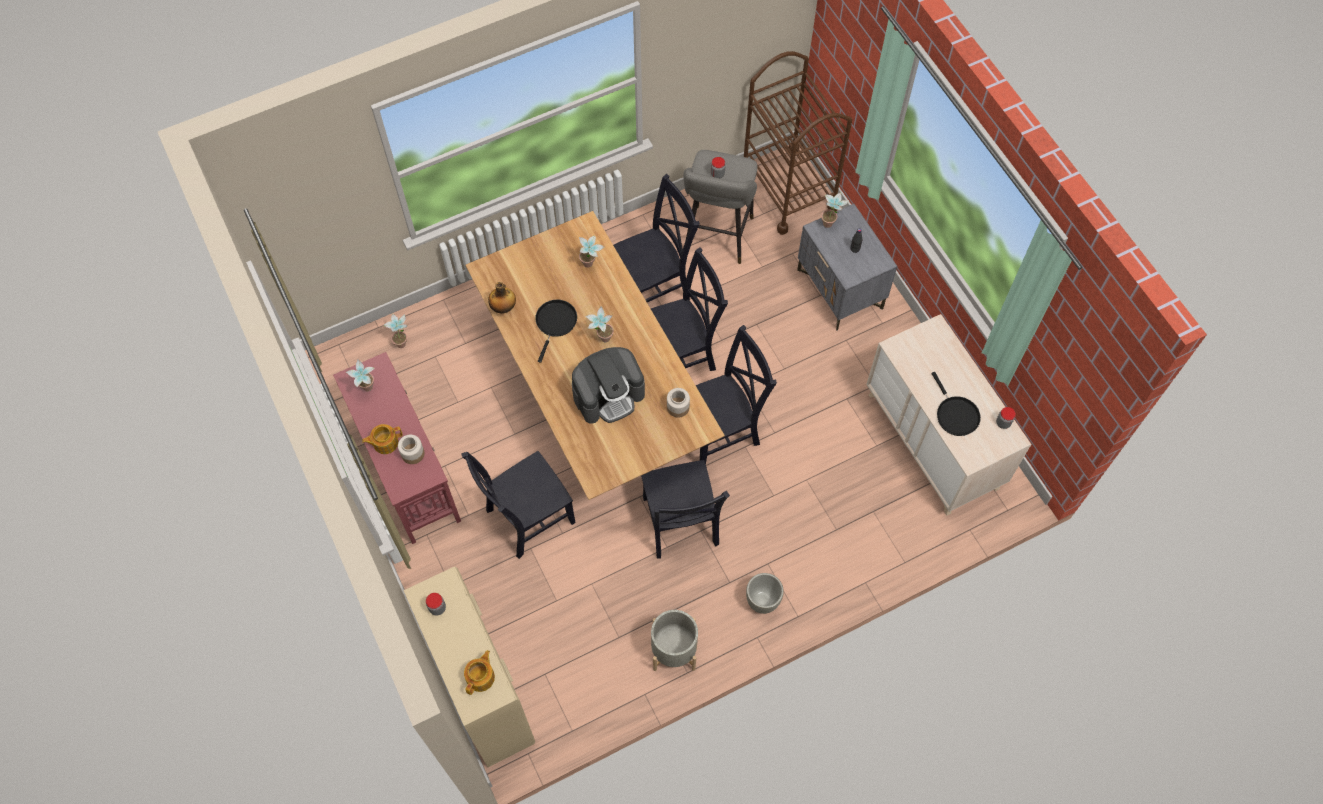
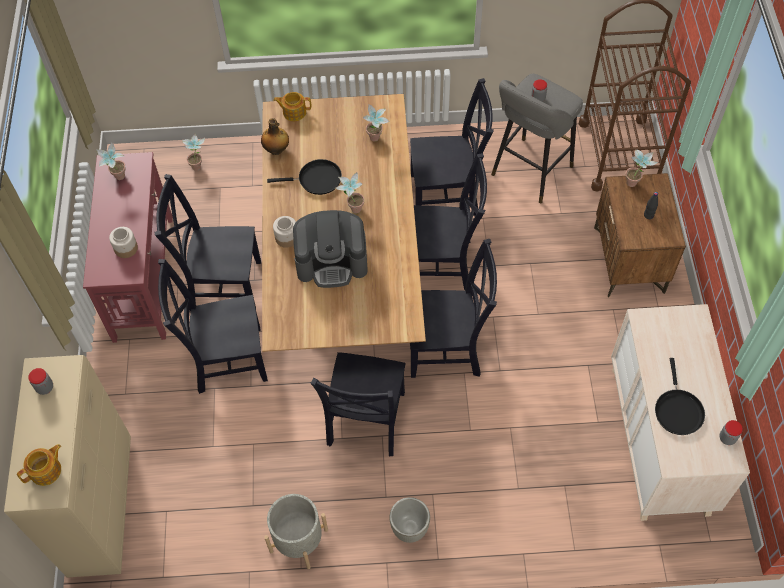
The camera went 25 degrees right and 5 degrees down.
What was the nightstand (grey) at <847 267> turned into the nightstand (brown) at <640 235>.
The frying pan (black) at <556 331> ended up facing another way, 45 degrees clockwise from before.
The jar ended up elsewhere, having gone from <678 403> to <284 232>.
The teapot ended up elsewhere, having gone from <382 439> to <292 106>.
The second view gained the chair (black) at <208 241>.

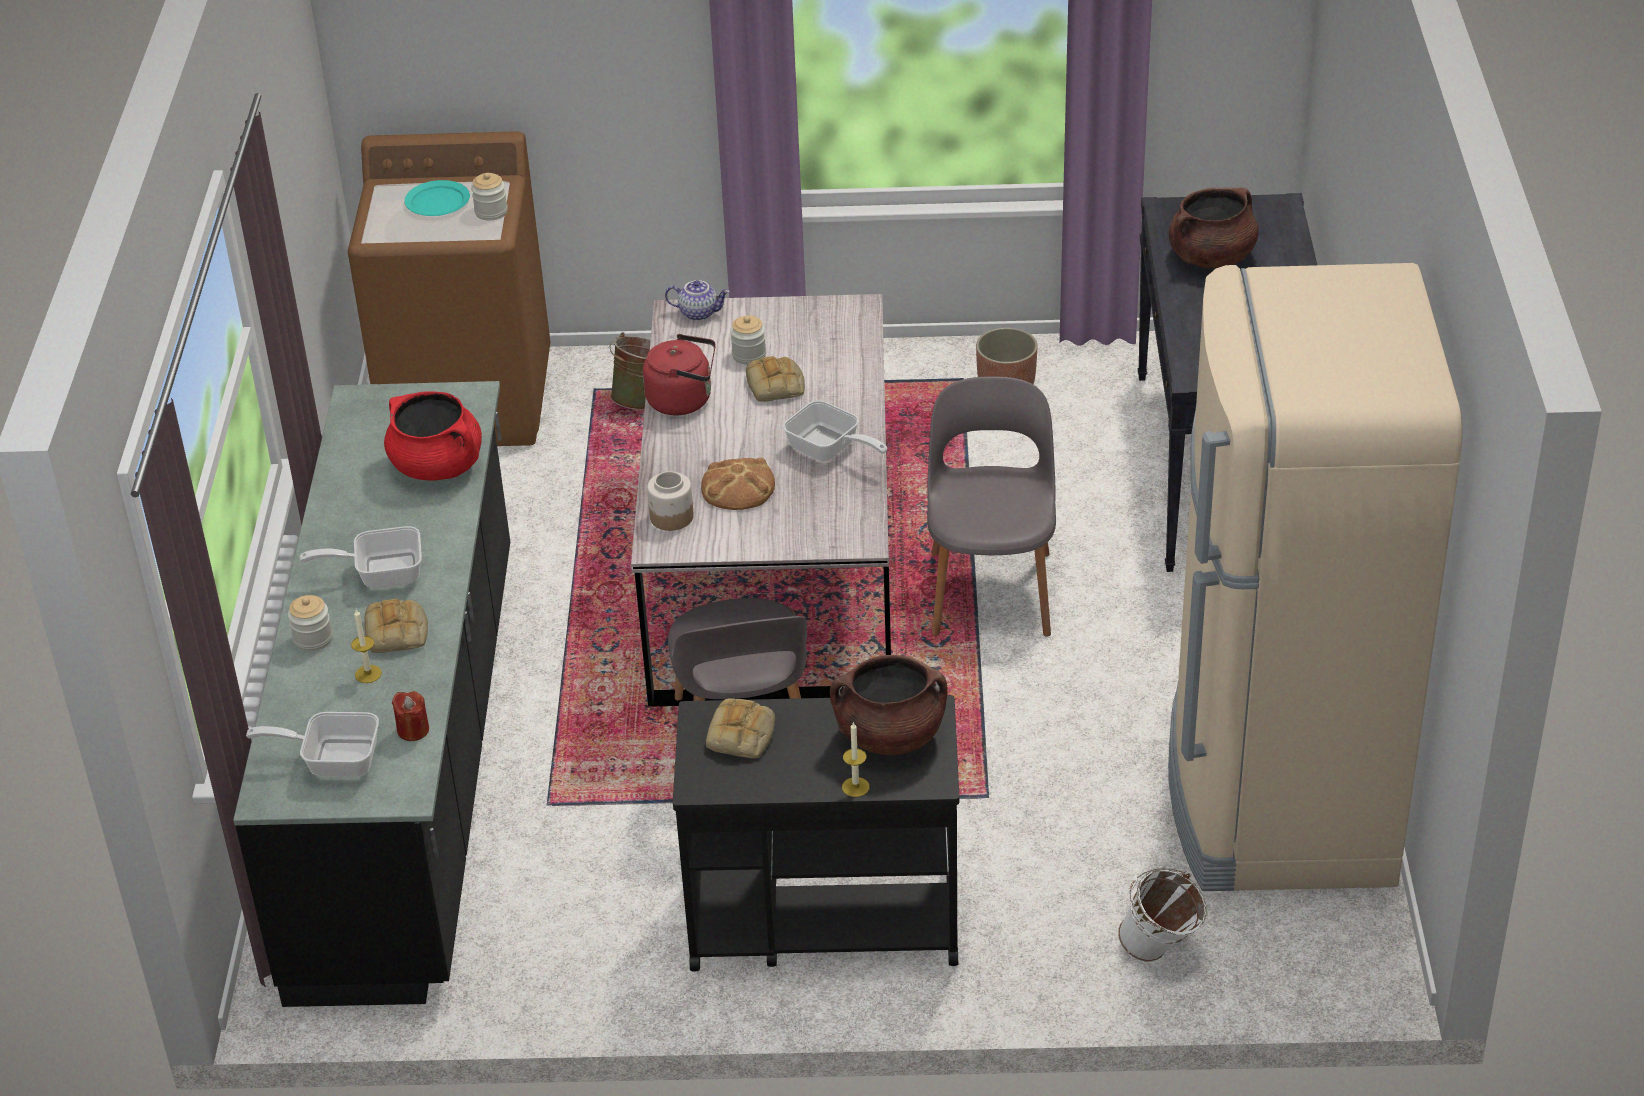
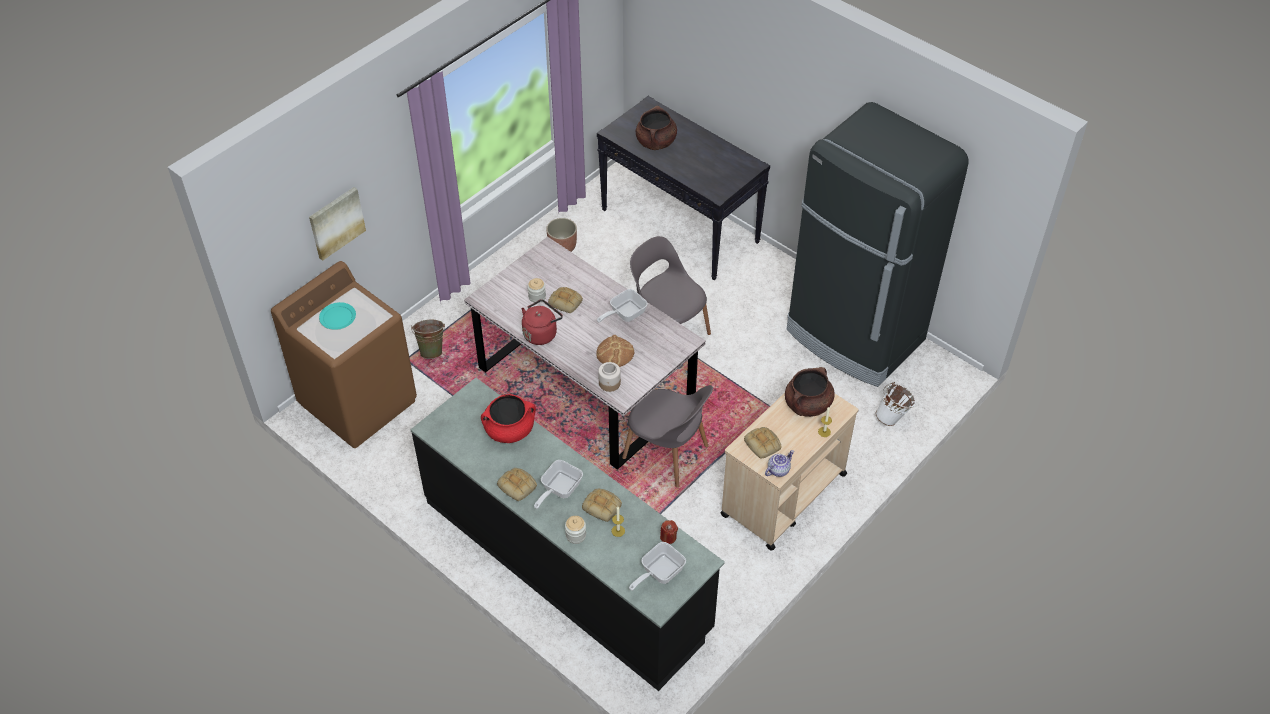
The camera went 50 degrees left and 10 degrees up.
The second view lost the jar at <489 196>.
What was the fridge (beige) at <1315 577> turned into the fridge (black) at <877 244>.
The teapot ended up elsewhere, having gone from <697 300> to <779 463>.
The frying pan at <835 431> ended up facing another way, 150 degrees clockwise from before.
What was the cart (black) at <816 833> turned into the cart (beige) at <789 472>.
The second view gained the picture at <337 224>.
The second view gained the bread at <517 484>.

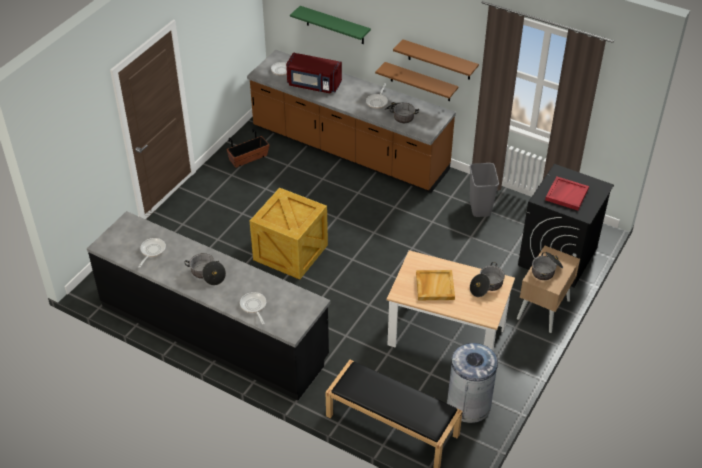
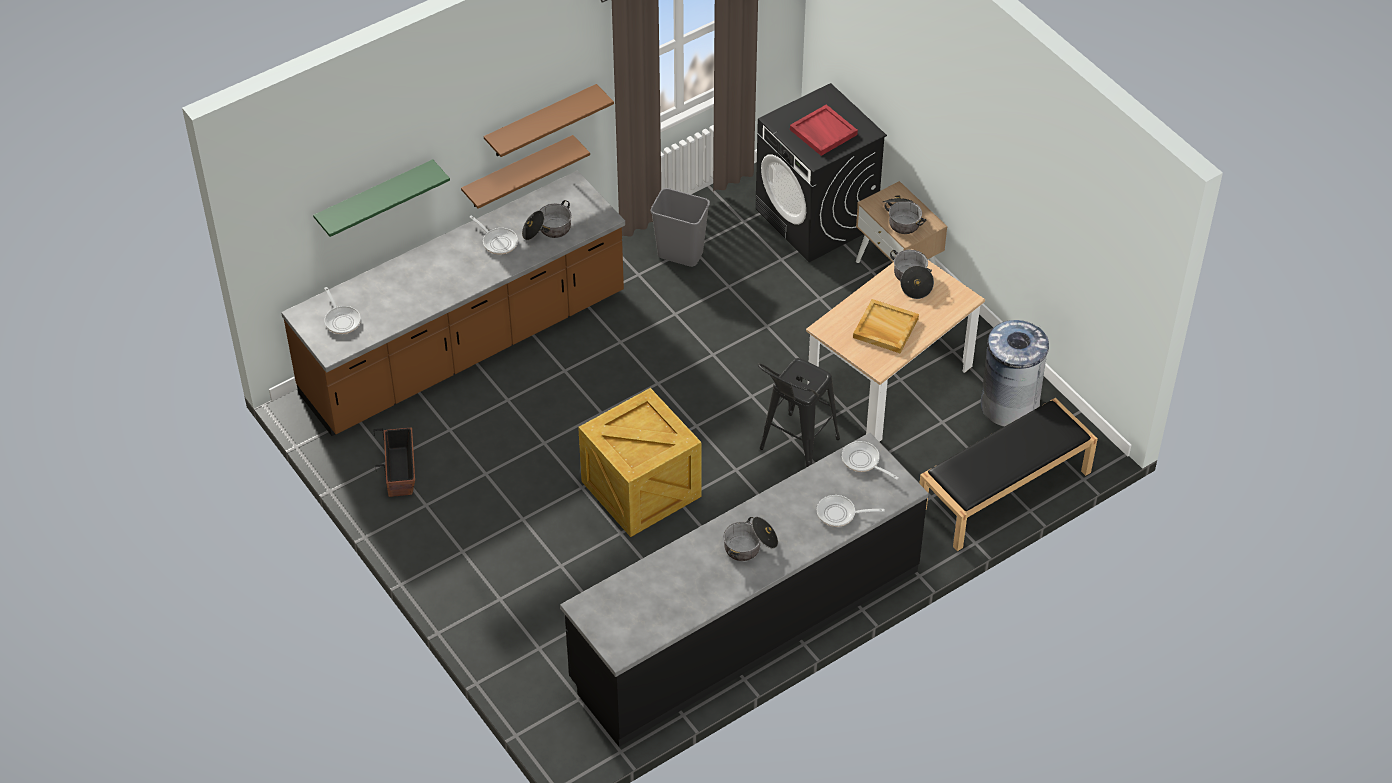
The camera went 65 degrees left and 5 degrees up.
The second view lost the microwave (red) at <314 73>.
The frying pan ended up elsewhere, having gone from <152 253> to <870 460>.
The second view gained the stool (black) at <798 412>.

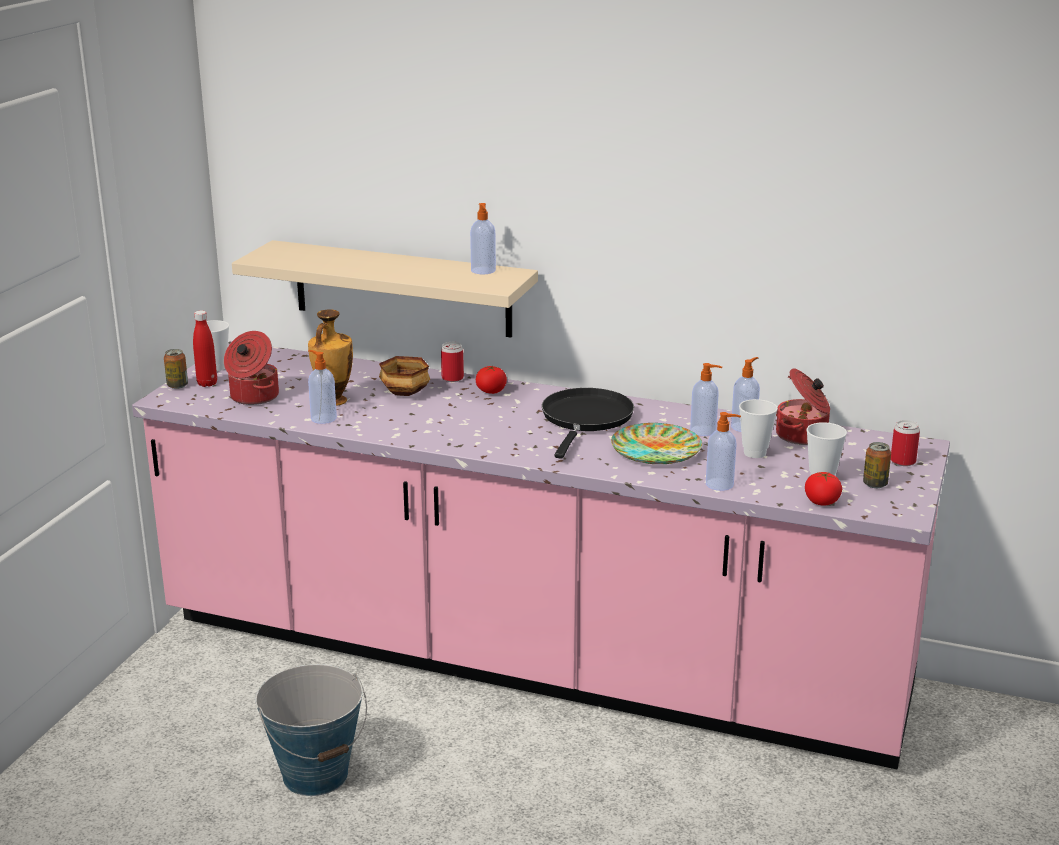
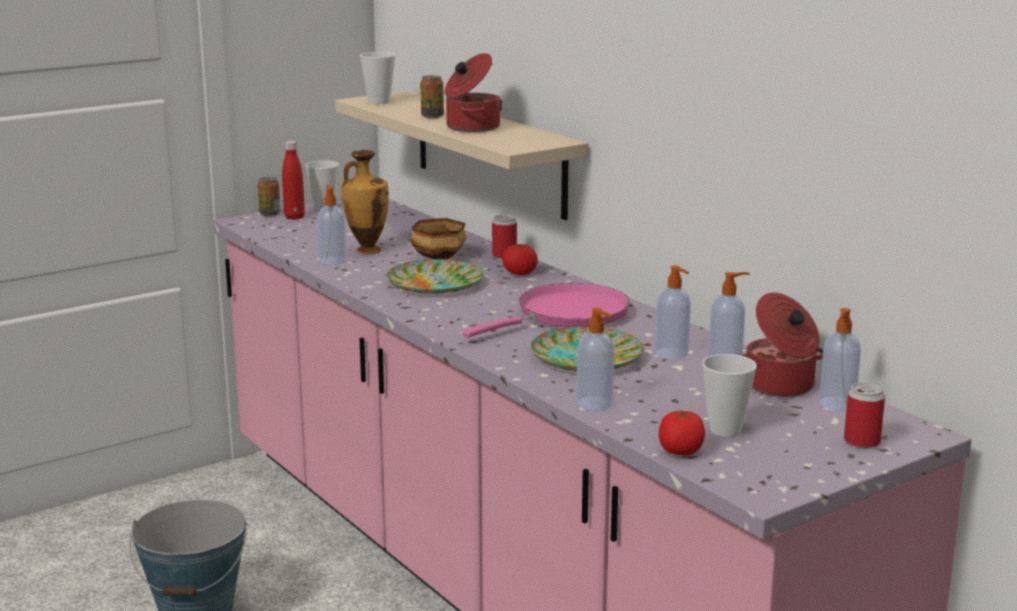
The camera went 35 degrees right and 5 degrees down.
The soap dispenser ended up elsewhere, having gone from <483 238> to <840 359>.
The cooking pot ended up elsewhere, having gone from <251 368> to <474 92>.
What was the frying pan (black) at <588 423> turned into the frying pan (pink) at <546 310>.
The cup ended up elsewhere, having gone from <758 428> to <378 78>.
The can ended up elsewhere, having gone from <877 465> to <432 96>.
The second view gained the plate at <435 276>.

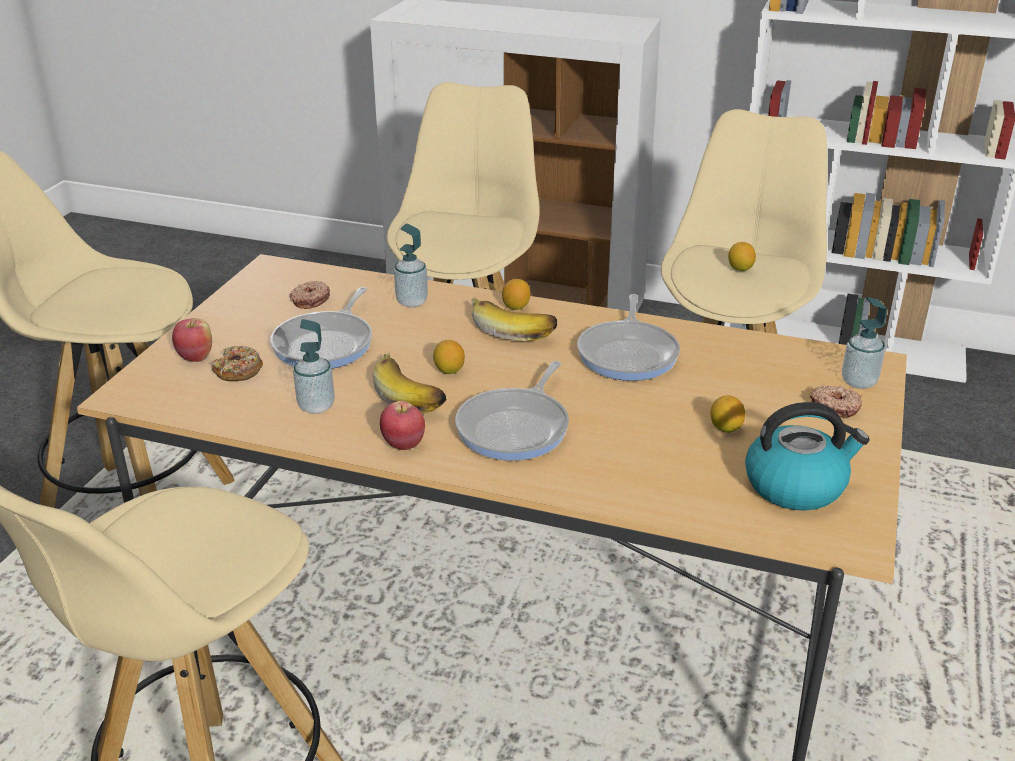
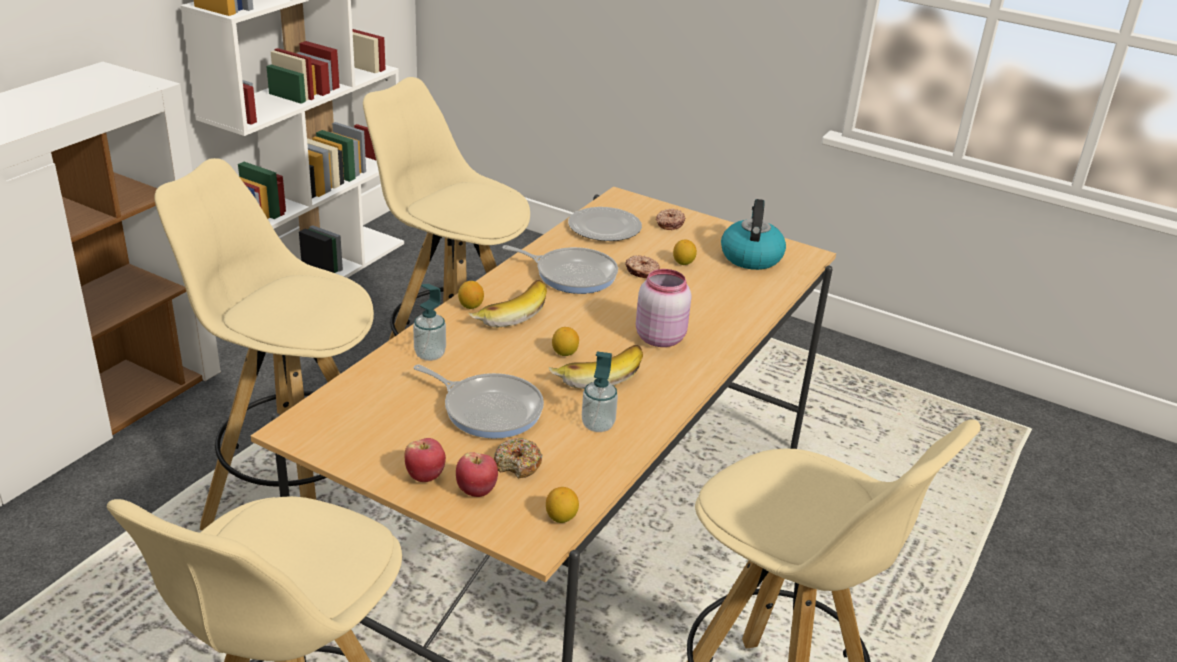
The camera went 80 degrees left and 0 degrees up.
The lemon ended up elsewhere, having gone from <742 256> to <562 505>.
The donut ended up elsewhere, having gone from <309 295> to <642 266>.
The second view lost the soap dispenser at <864 343>.
Where the frying pan stood at <512 411>, the jar (pink) came to stand at <663 308>.
The apple ended up elsewhere, having gone from <402 425> to <425 460>.
The second view gained the plate at <605 224>.

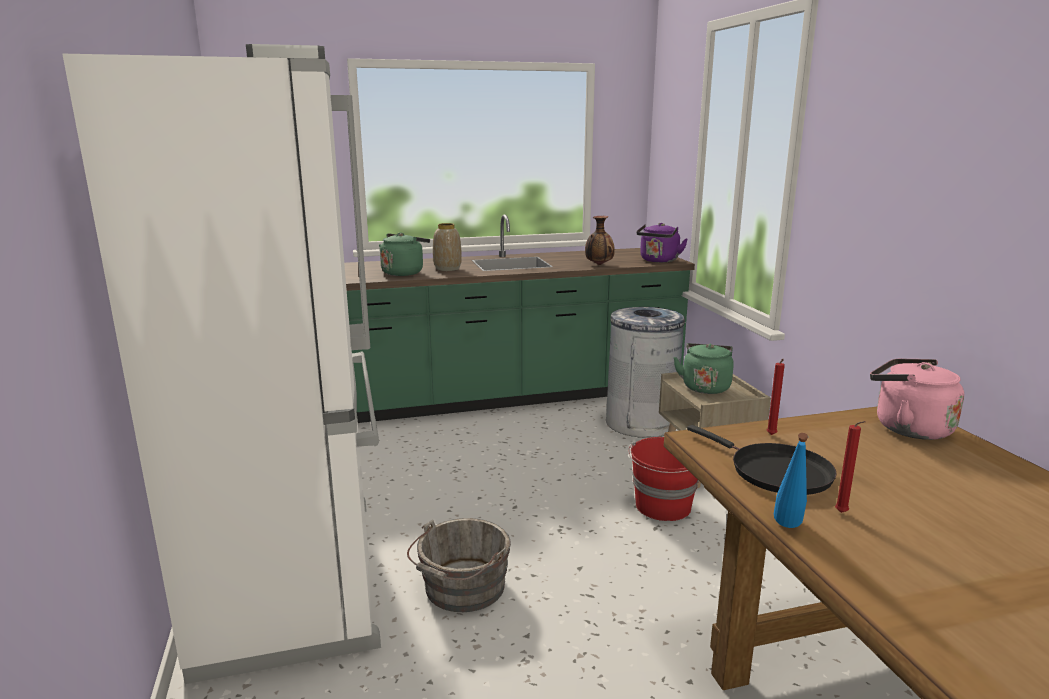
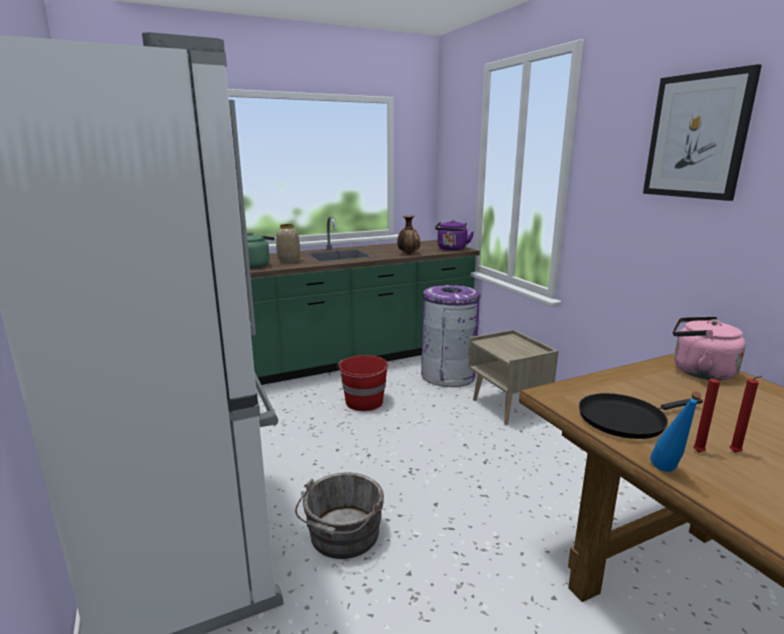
The camera went 10 degrees left and 0 degrees up.
What was the trash can (grey) at <646 372> turned into the trash can (purple) at <451 336>.
The second view lost the kettle (green) at <703 368>.
The candle (red) ended up elsewhere, having gone from <776 397> to <746 414>.
The frying pan (black) at <762 460> ended up facing another way, 120 degrees clockwise from before.
The bucket (red) ended up elsewhere, having gone from <663 479> to <362 383>.
The second view gained the picture at <702 132>.

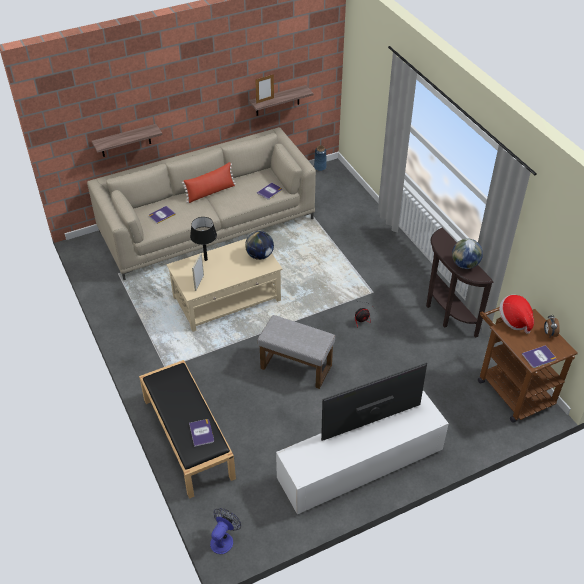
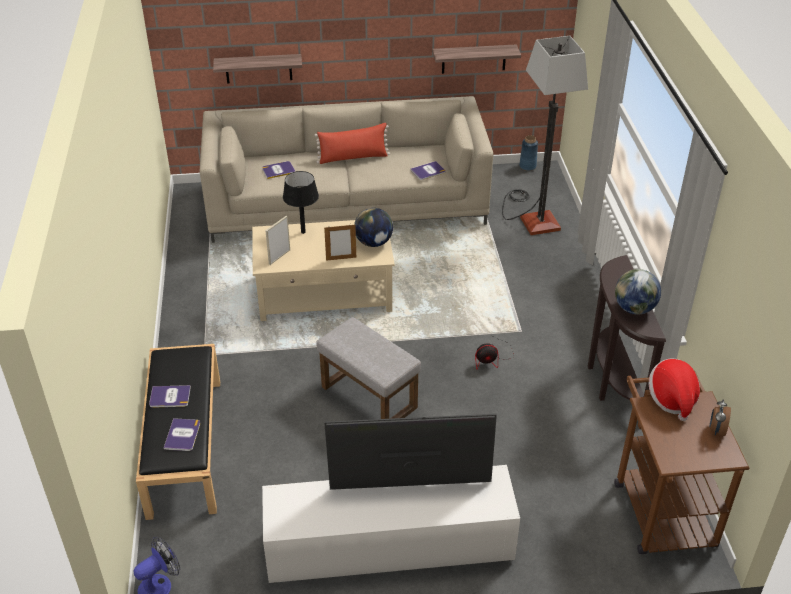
The camera went 20 degrees right and 5 degrees down.
The picture frame ended up elsewhere, having gone from <264 88> to <340 242>.
The book ended up elsewhere, having gone from <539 356> to <170 396>.
The second view gained the floor lamp at <545 135>.

